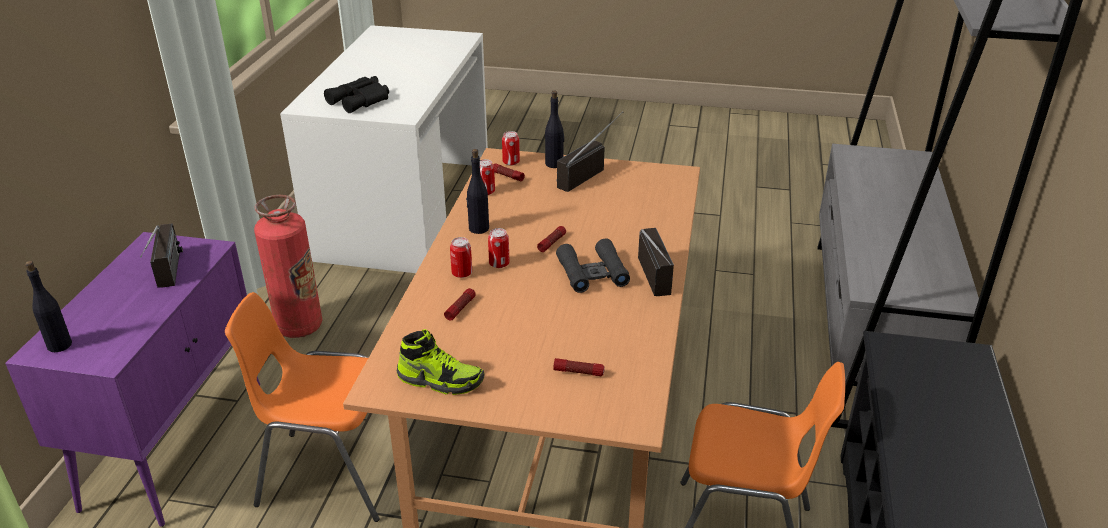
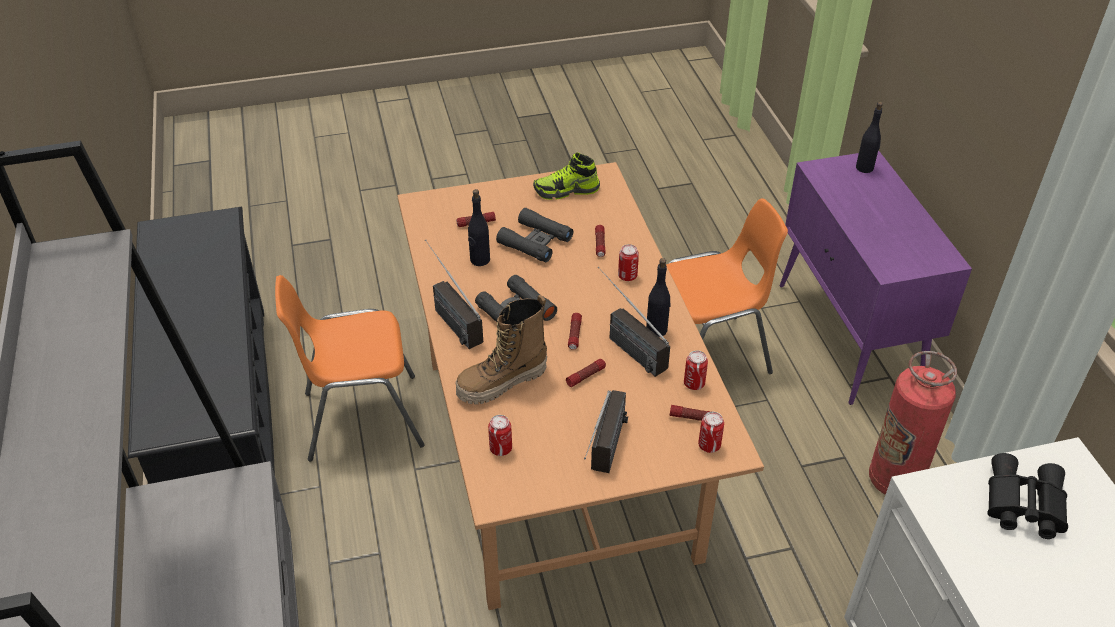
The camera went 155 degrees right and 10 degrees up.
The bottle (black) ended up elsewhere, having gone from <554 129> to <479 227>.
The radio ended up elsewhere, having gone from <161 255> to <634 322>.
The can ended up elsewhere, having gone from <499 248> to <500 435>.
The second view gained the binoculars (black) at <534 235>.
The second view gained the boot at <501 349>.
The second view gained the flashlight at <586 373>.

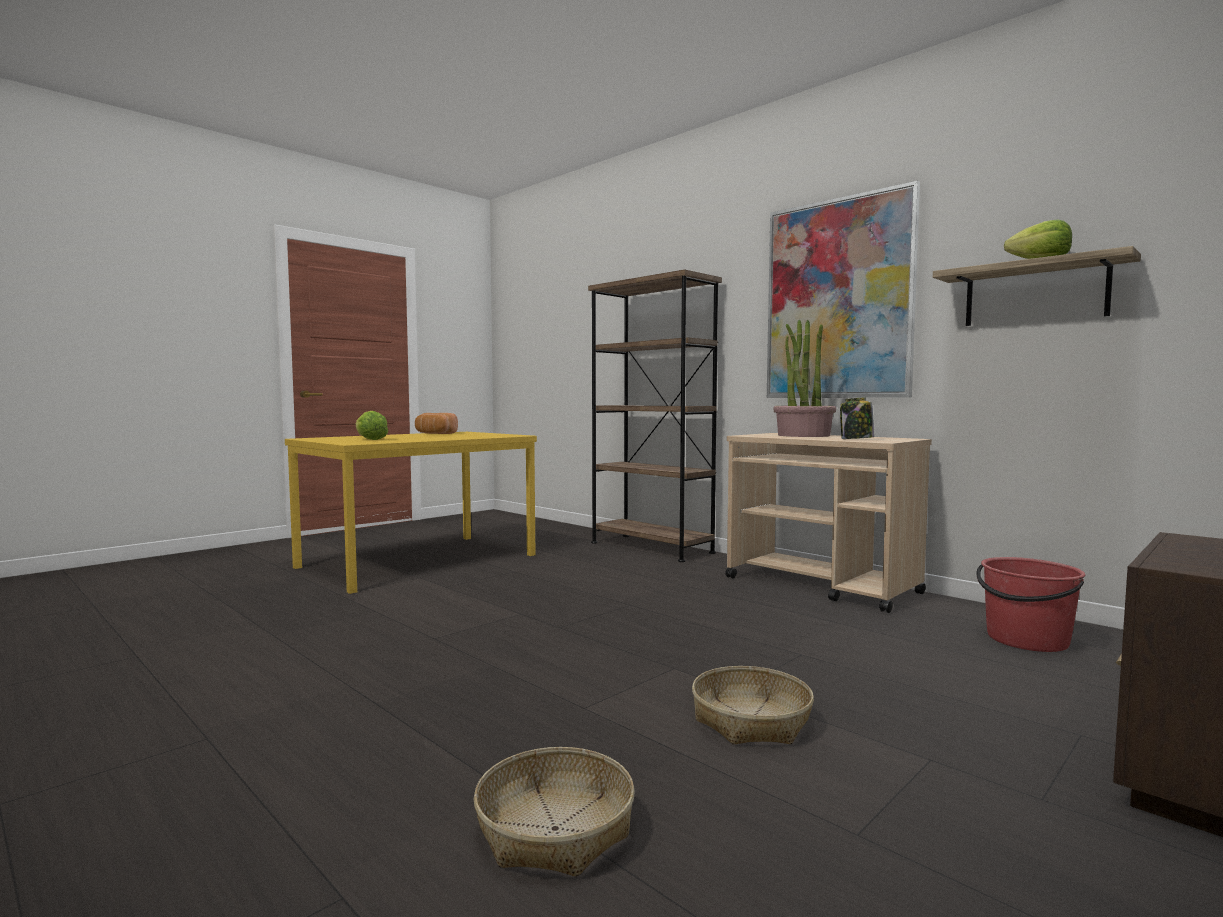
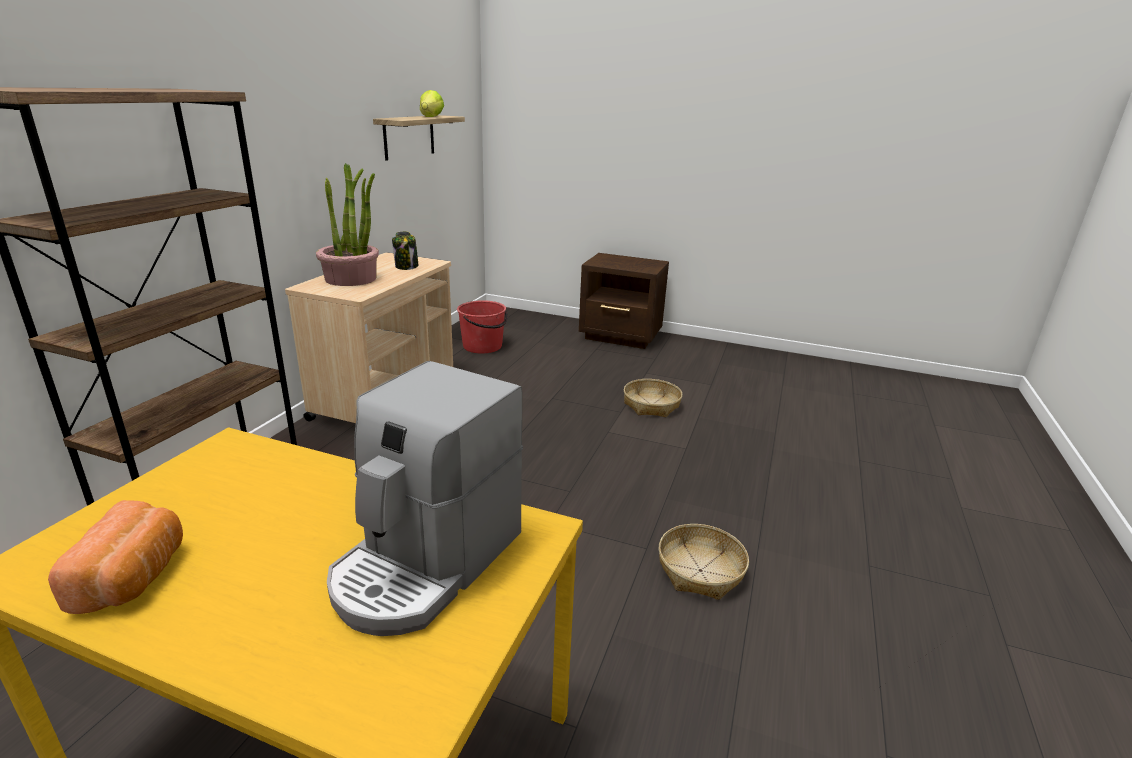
The camera went 115 degrees left and 20 degrees up.
The second view lost the picture at <843 289>.
Where the lettuce stood at <372 425>, the coffee machine came to stand at <425 498>.
The basket ended up elsewhere, having gone from <554 811> to <704 562>.

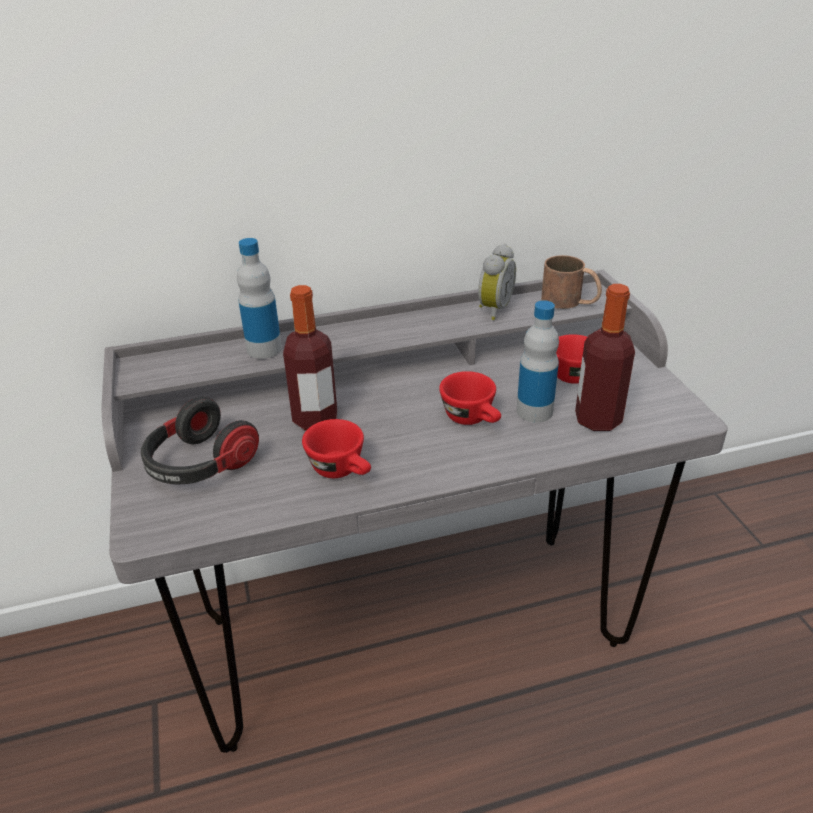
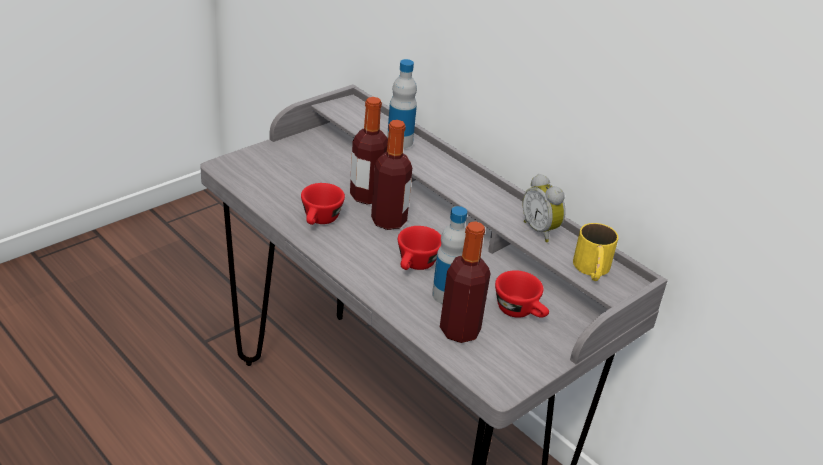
The camera went 60 degrees right and 0 degrees up.
The alarm clock at <497 282> ended up facing another way, 60 degrees clockwise from before.
What was the mug (brown) at <571 282> turned into the mug (yellow) at <595 252>.
The second view lost the headphones at <200 441>.
The second view gained the bottle at <391 175>.

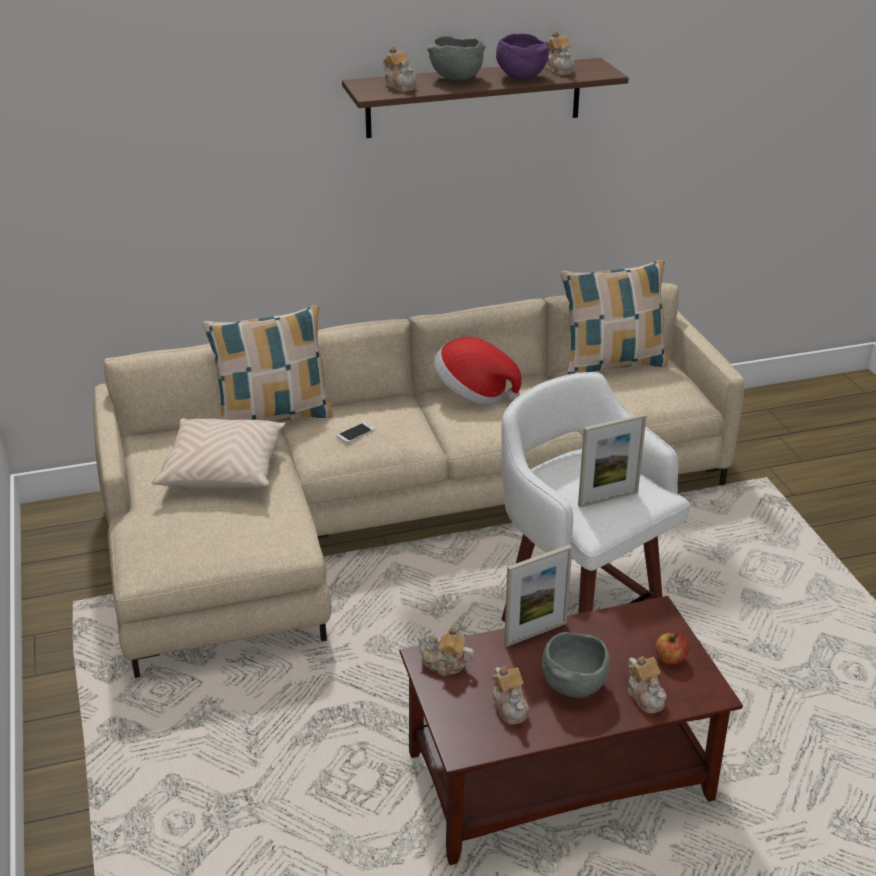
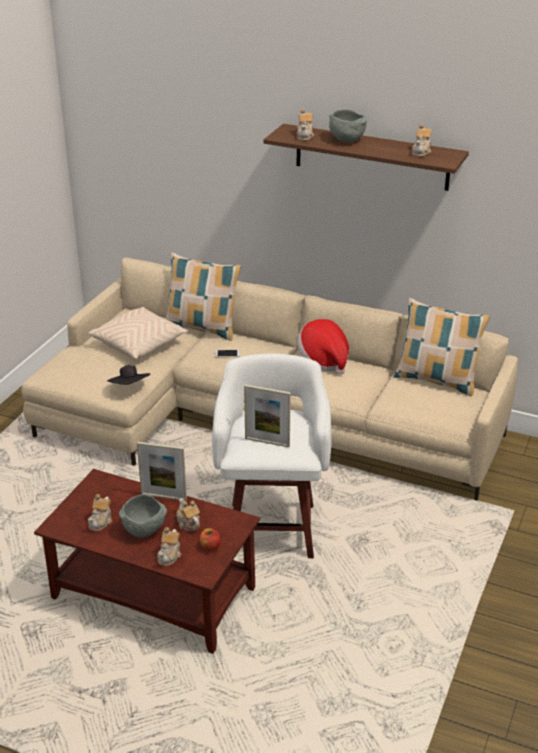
The camera went 40 degrees right and 0 degrees up.
The second view lost the bowl (purple) at <522 57>.
The teapot ended up elsewhere, having gone from <446 651> to <188 514>.
The second view gained the hat (black) at <128 375>.

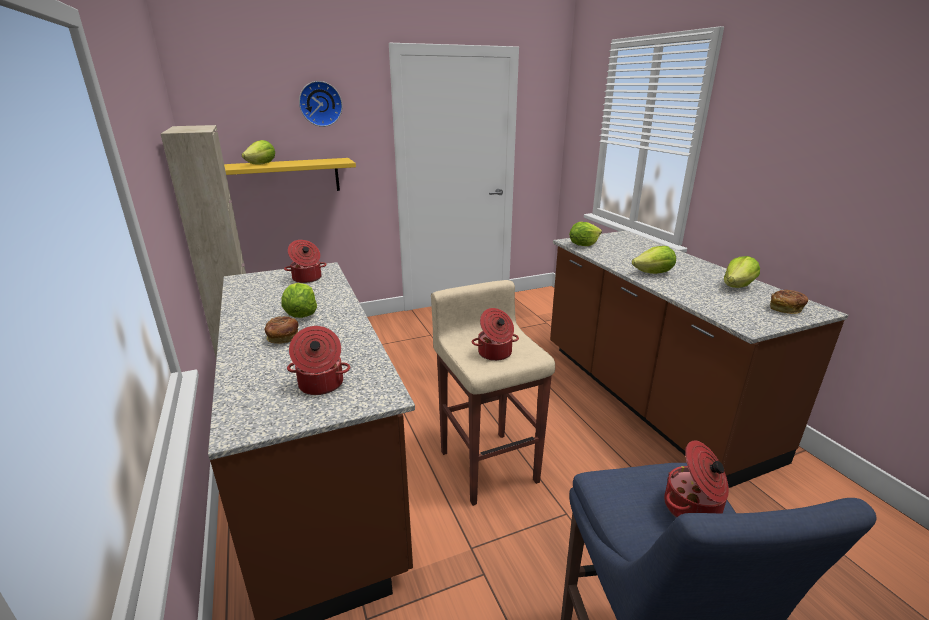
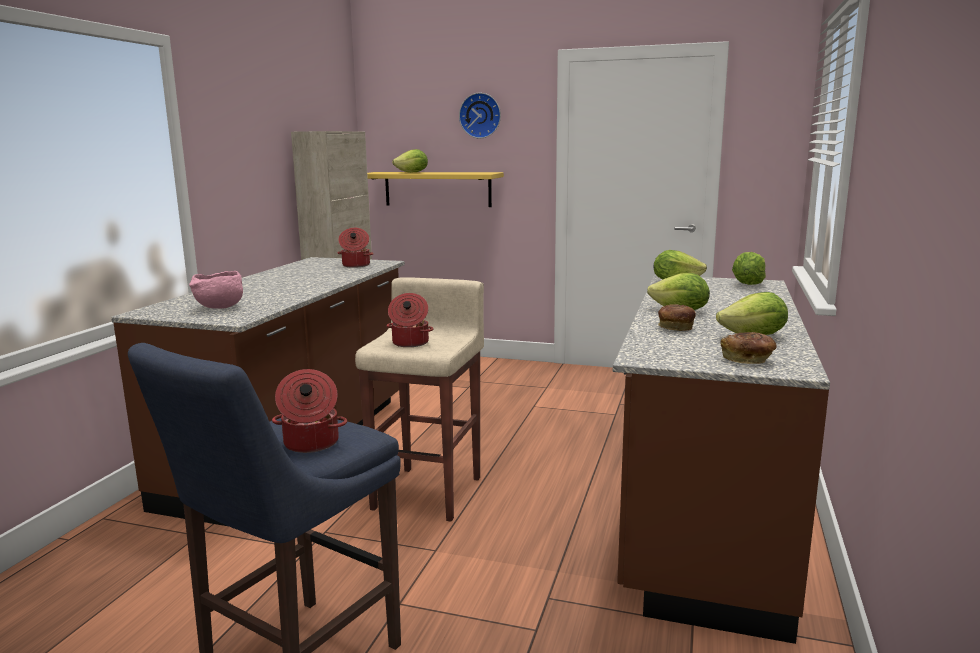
The camera went 40 degrees right and 10 degrees down.
The lettuce ended up elsewhere, having gone from <299 300> to <749 268>.
The bread ended up elsewhere, having gone from <281 330> to <677 317>.
Where the cooking pot stood at <318 360>, the bowl (pink) came to stand at <216 290>.

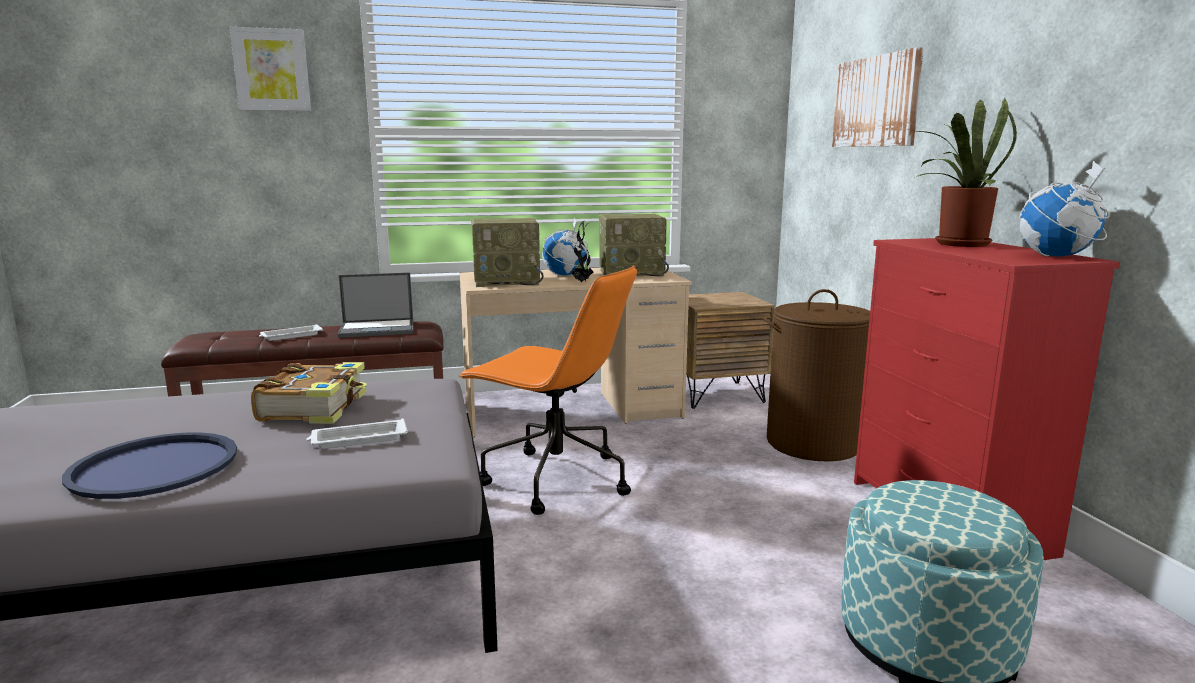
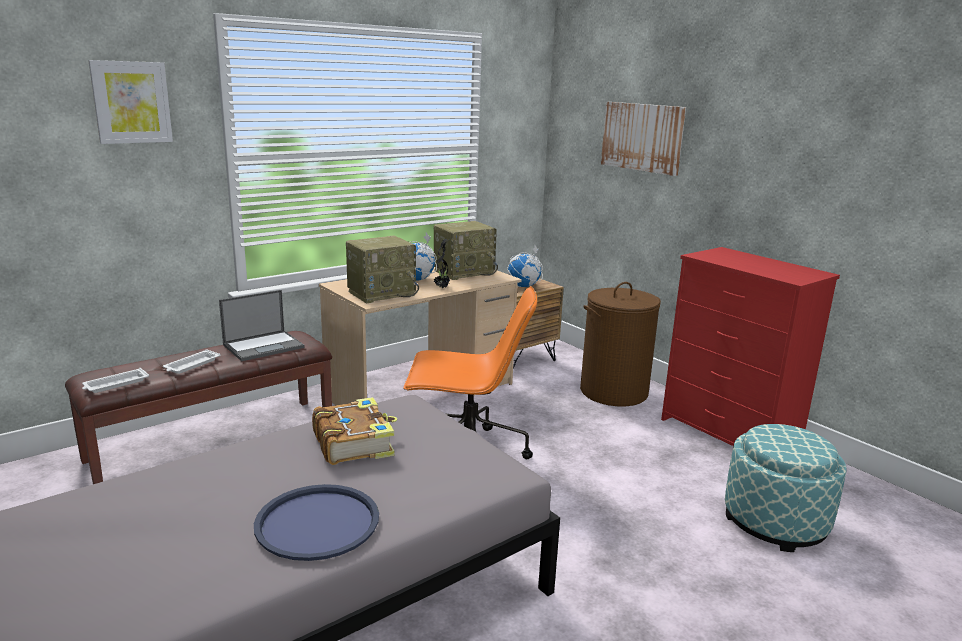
The camera went 25 degrees left and 5 degrees up.
The second view lost the potted plant at <966 172>.
The globe ended up elsewhere, having gone from <1064 209> to <525 266>.
The tray (white) ended up elsewhere, having gone from <357 433> to <115 380>.

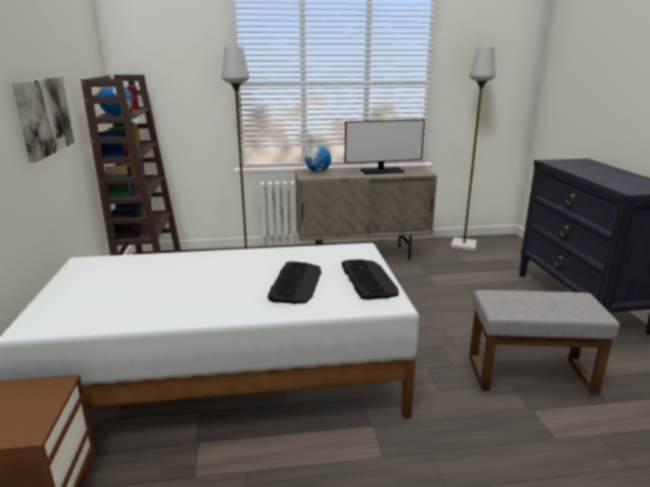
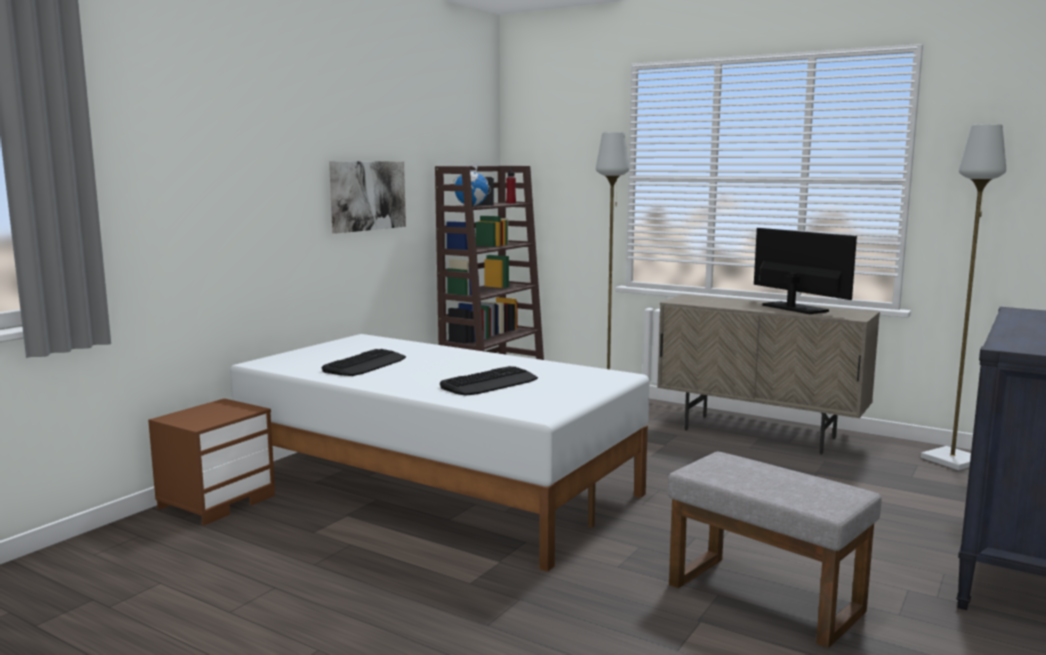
The camera went 40 degrees right and 10 degrees down.
The monitor at <385 146> ended up facing another way, 150 degrees counterclockwise from before.
The second view lost the globe at <317 155>.
The keyboard ended up elsewhere, having gone from <370 279> to <363 362>.

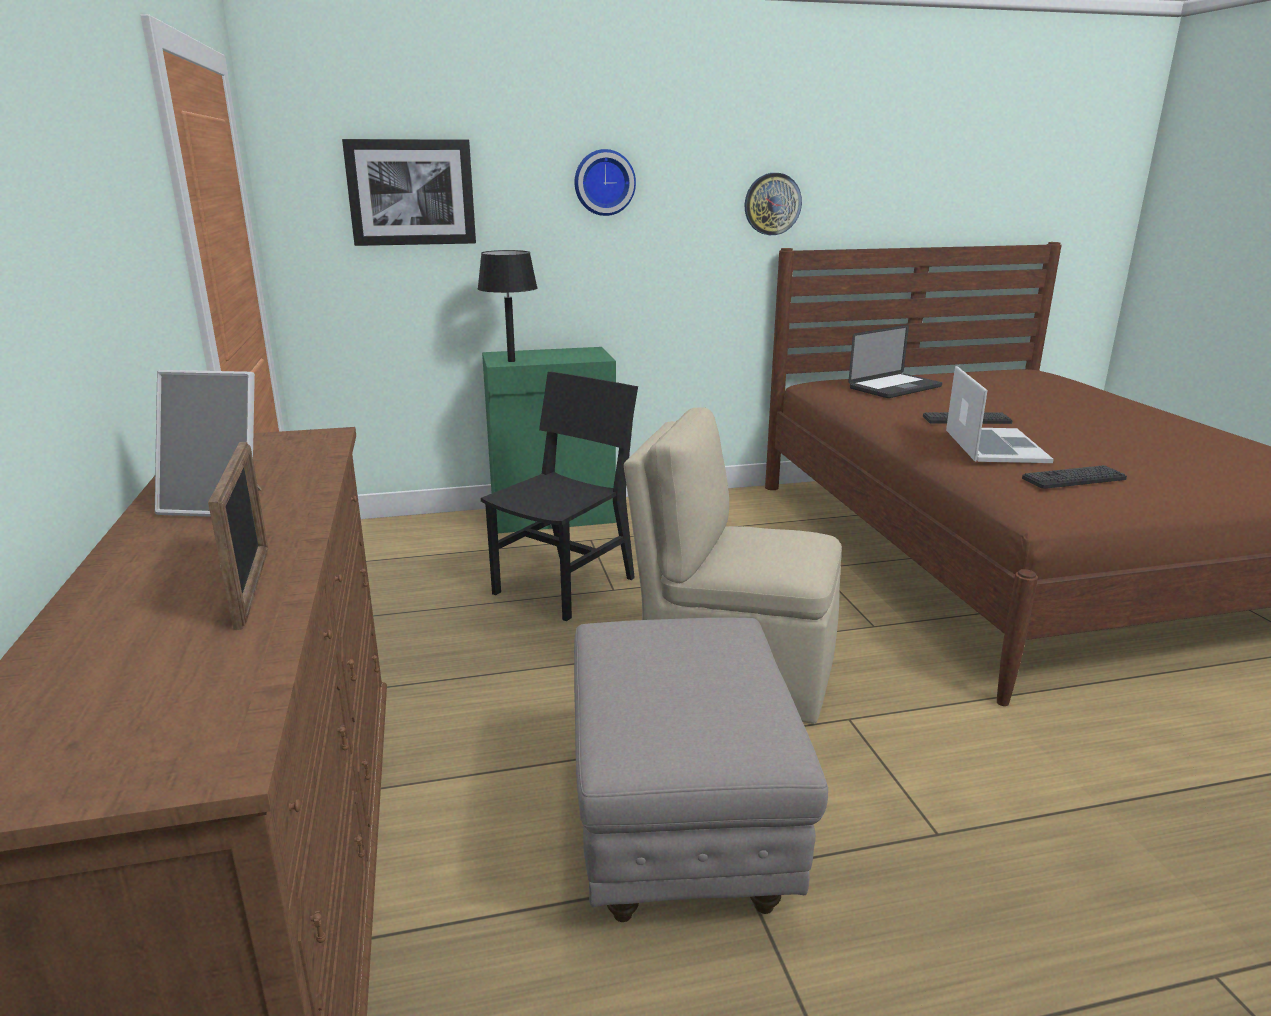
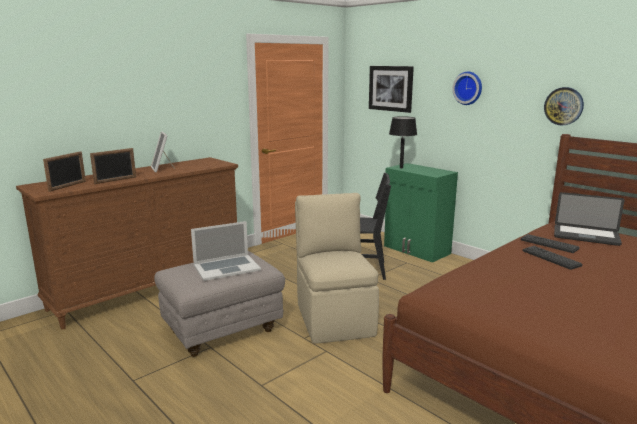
The camera went 60 degrees right and 5 degrees down.
The laptop ended up elsewhere, having gone from <1000 414> to <226 251>.
The keyboard ended up elsewhere, having gone from <1074 477> to <550 243>.
The second view gained the picture frame at <64 171>.

